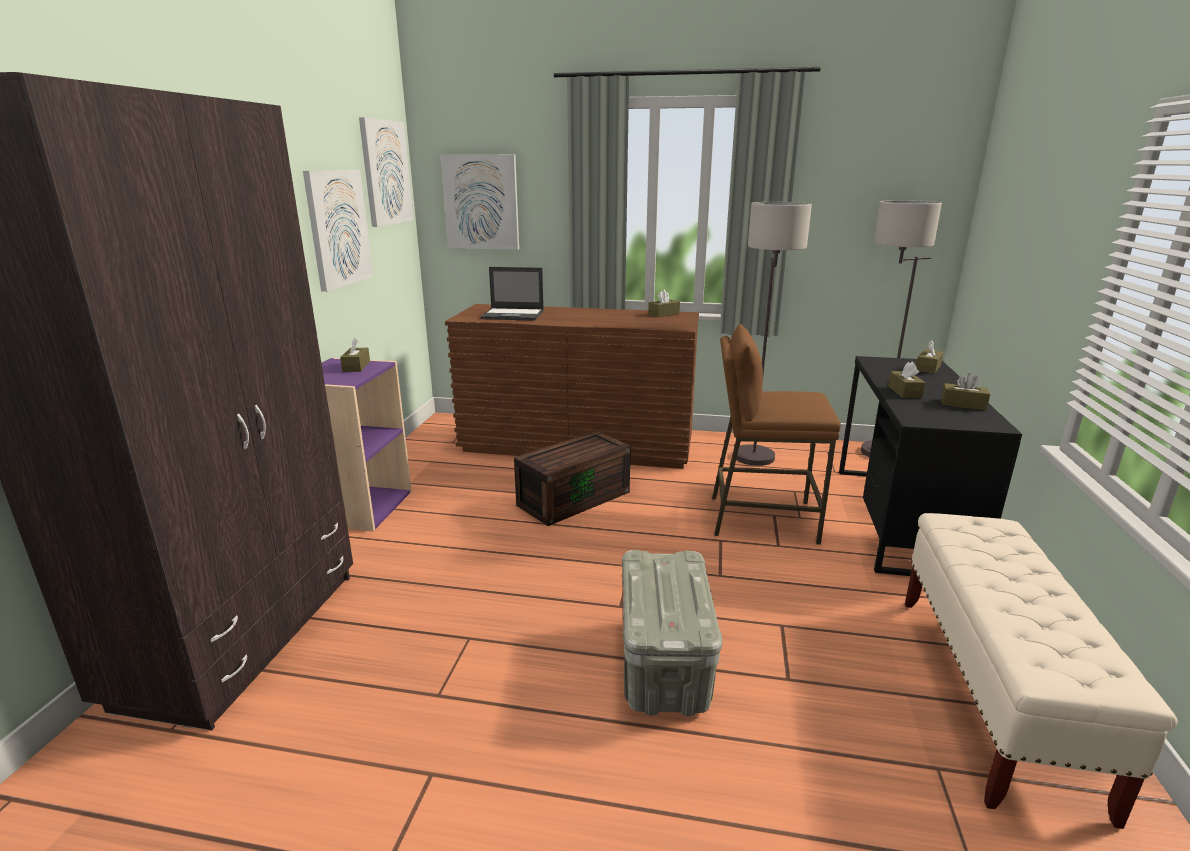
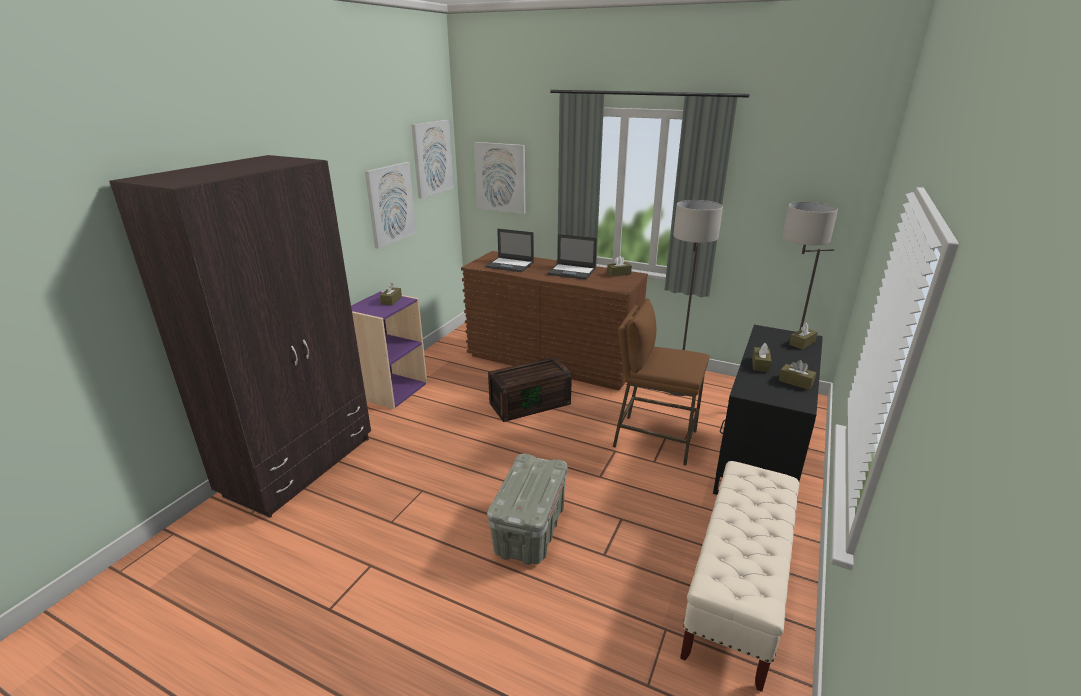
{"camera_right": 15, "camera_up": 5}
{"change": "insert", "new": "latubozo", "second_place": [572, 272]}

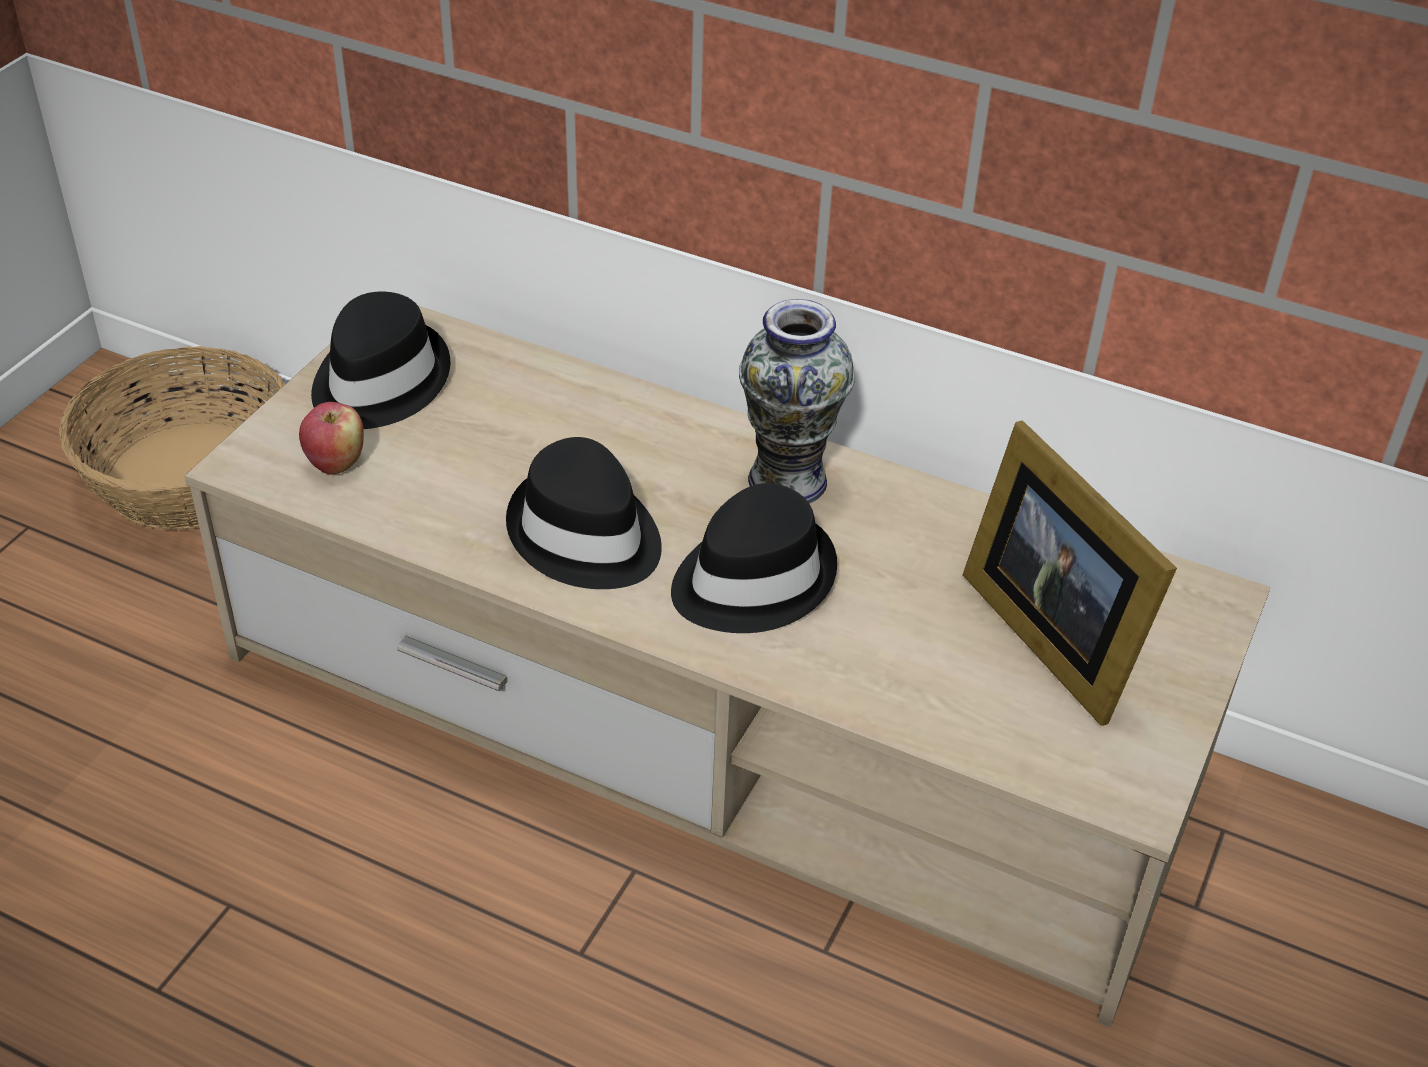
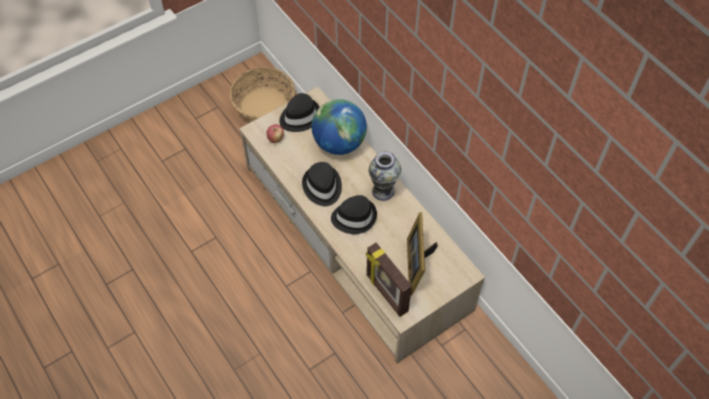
{"camera_right": 30, "camera_up": 15}
{"change": "insert", "new": "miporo", "second_place": [339, 143]}
{"change": "insert", "new": "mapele", "second_place": [386, 293]}

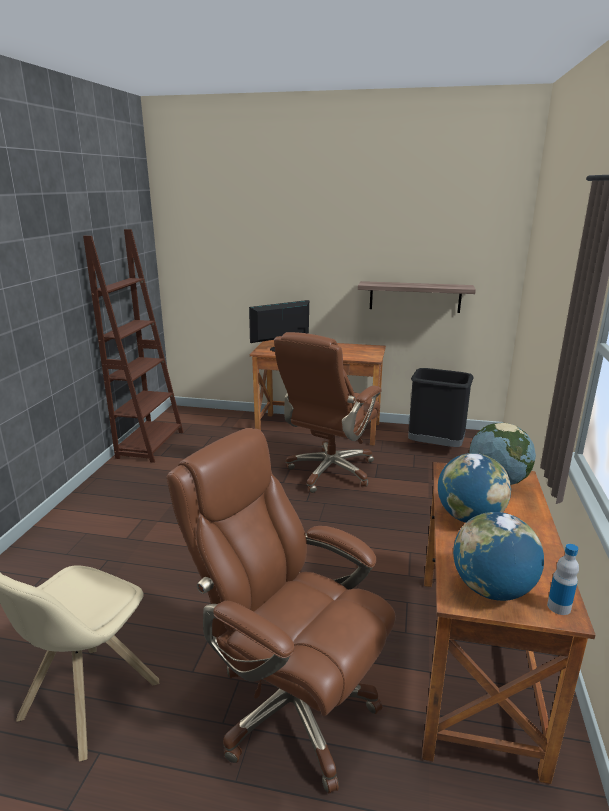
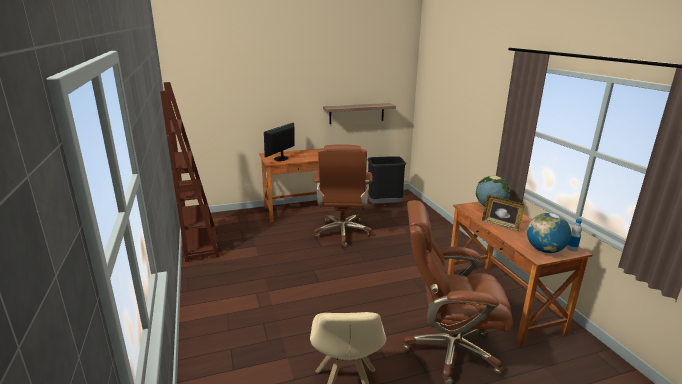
{"camera_right": -30, "camera_up": 0}
{"change": "replace", "old": "miporo", "new": "mapele", "first_place": [469, 518], "second_place": [501, 225]}

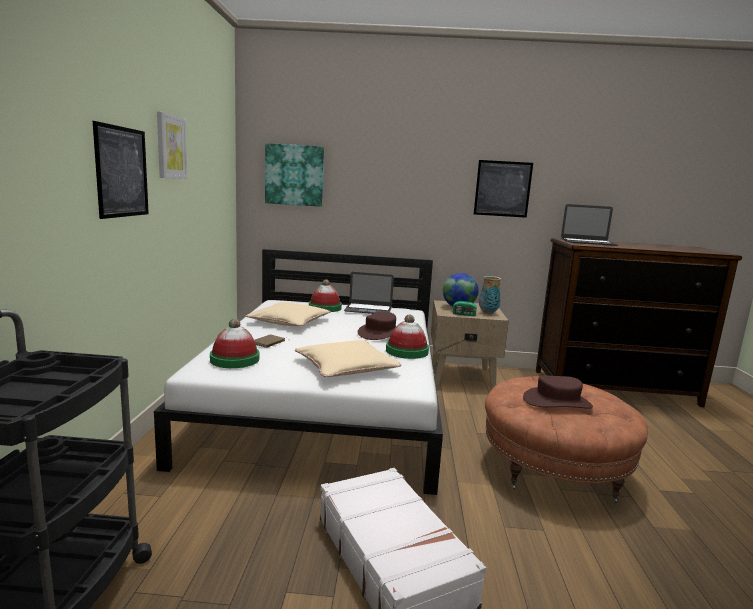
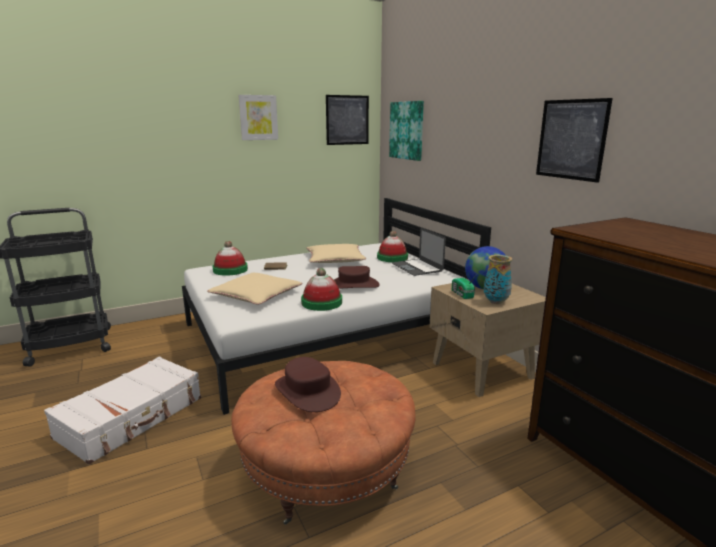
{"camera_right": 60, "camera_up": 5}
{"change": "move", "old": "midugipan", "first_place": [122, 172], "second_place": [347, 120]}
{"change": "delete", "old": "latubozo", "first_place": [588, 242]}

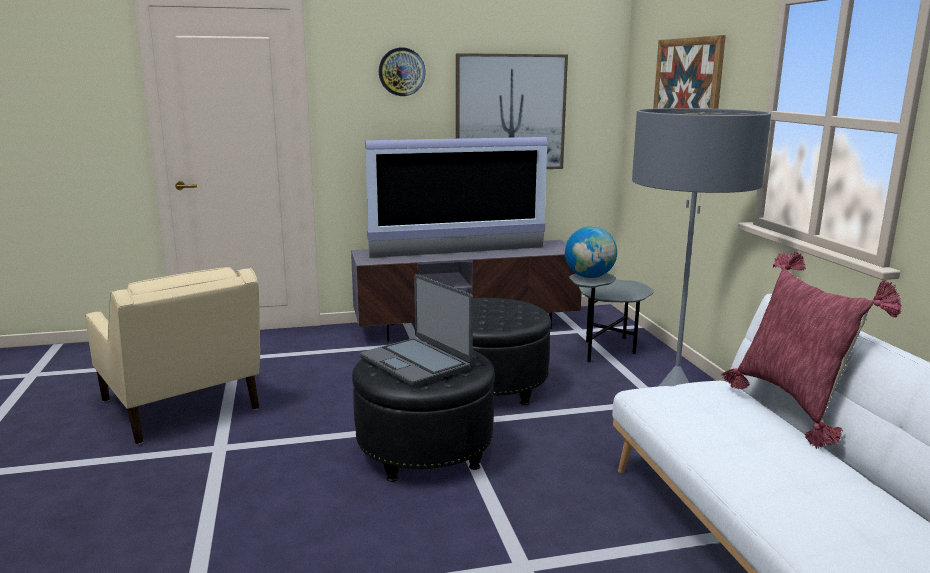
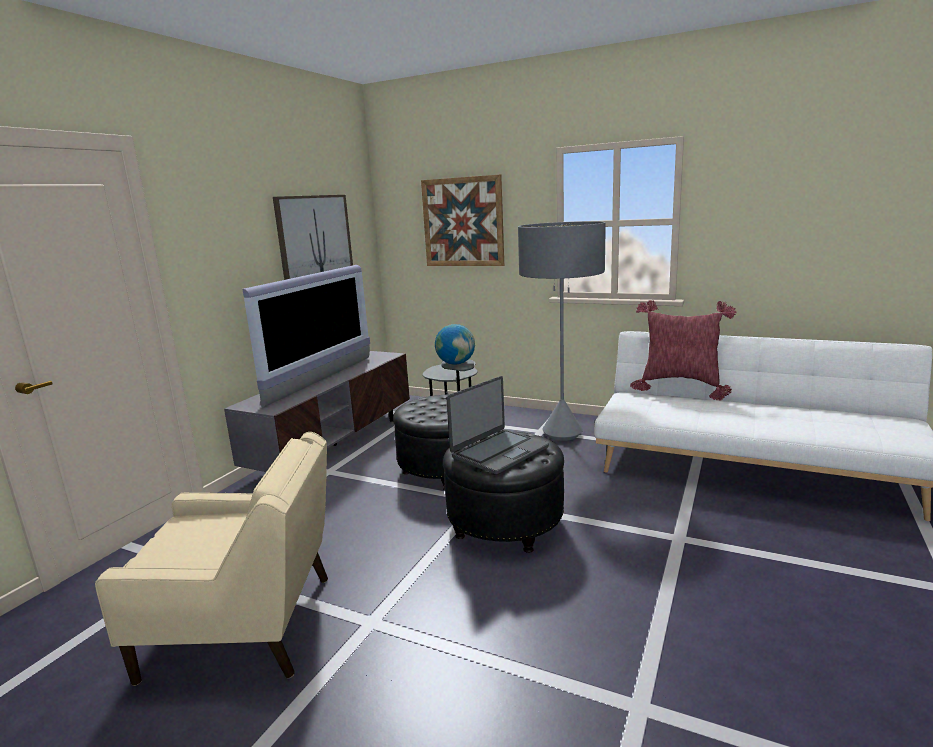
{"camera_right": -50, "camera_up": 0}
{"change": "delete", "old": "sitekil", "first_place": [401, 72]}
{"change": "rotate", "old": "latubozo", "first_place": [416, 362], "second_place": [499, 452], "degrees": -45}

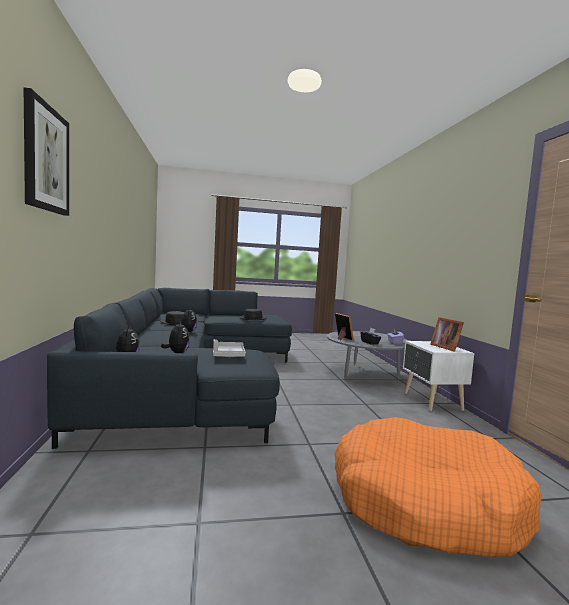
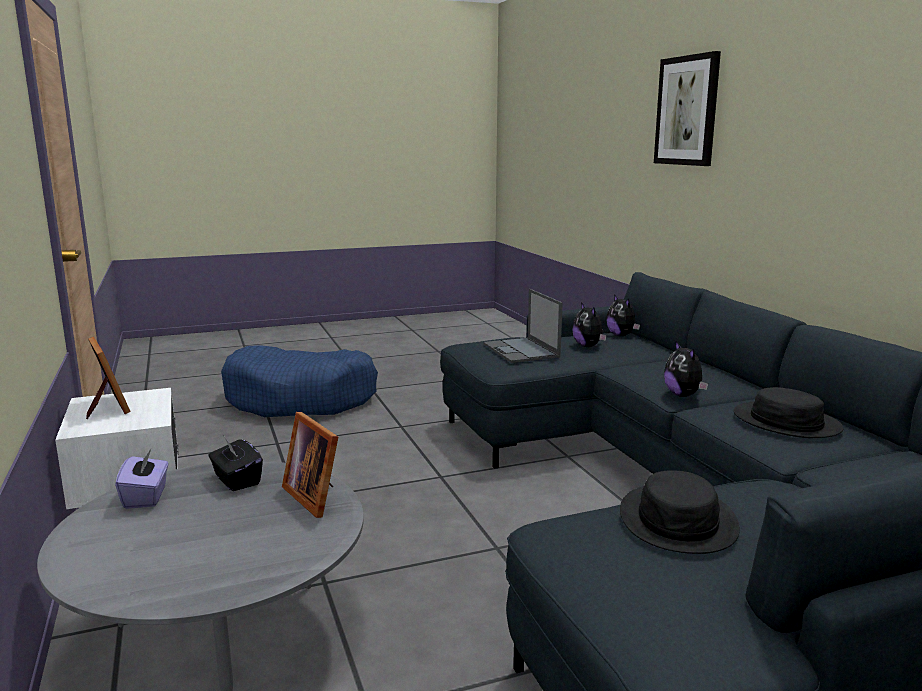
{"camera_right": 170, "camera_up": 10}
{"change": "replace", "old": "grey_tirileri", "new": "latubozo", "first_place": [228, 355], "second_place": [521, 351]}
{"change": "recolor", "old": "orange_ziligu", "new": "blue_ziligu", "first_place": [425, 502], "second_place": [301, 399]}

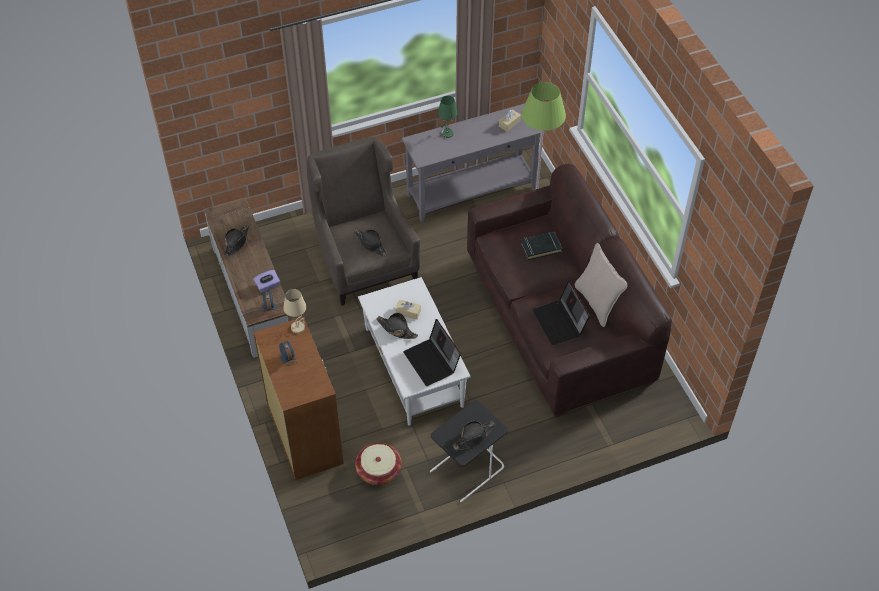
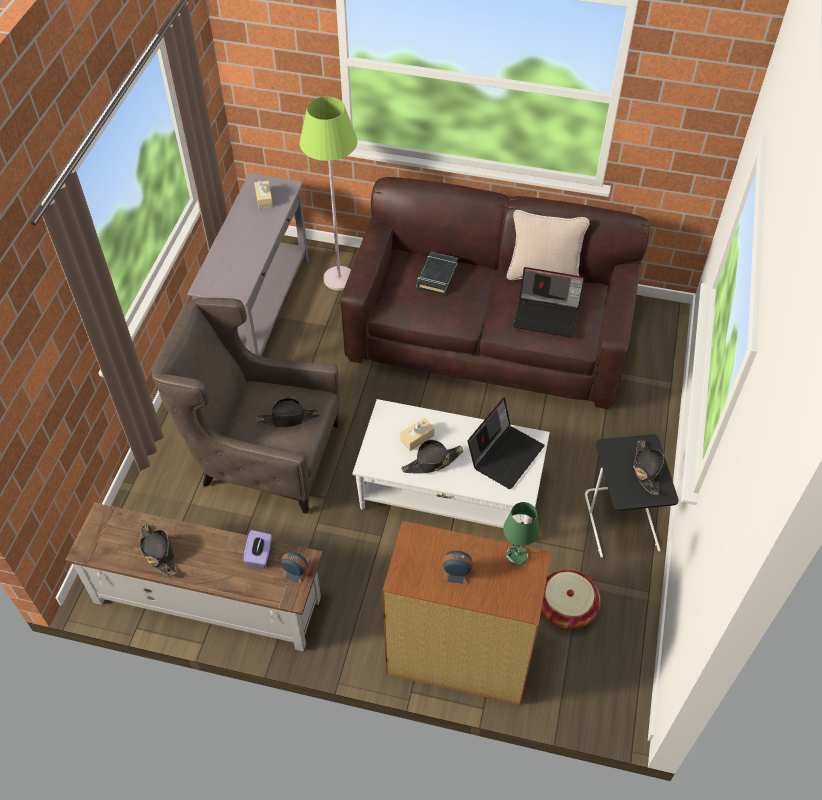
{"camera_right": -55, "camera_up": 0}
{"change": "move", "old": "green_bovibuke", "first_place": [447, 133], "second_place": [516, 556]}
{"change": "delete", "old": "beige_bovibuke", "first_place": [298, 327]}
{"change": "rotate", "old": "latubozo", "first_place": [432, 362], "second_place": [505, 454], "degrees": -60}

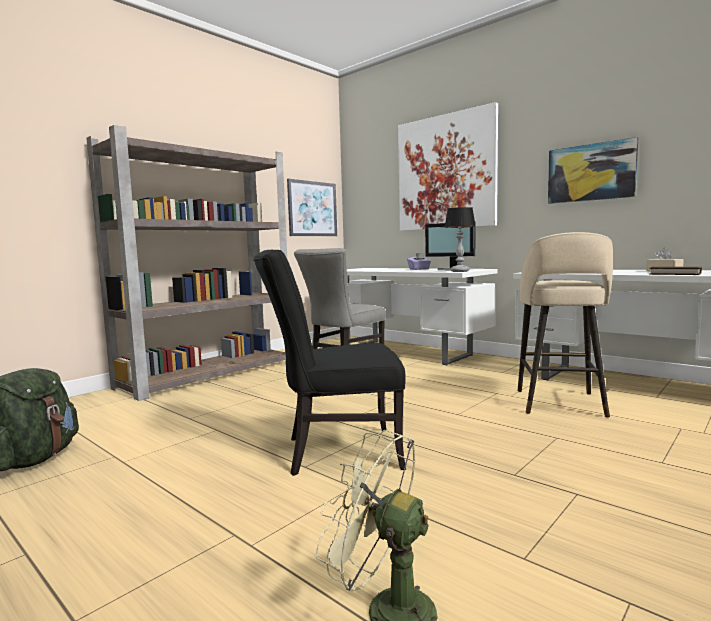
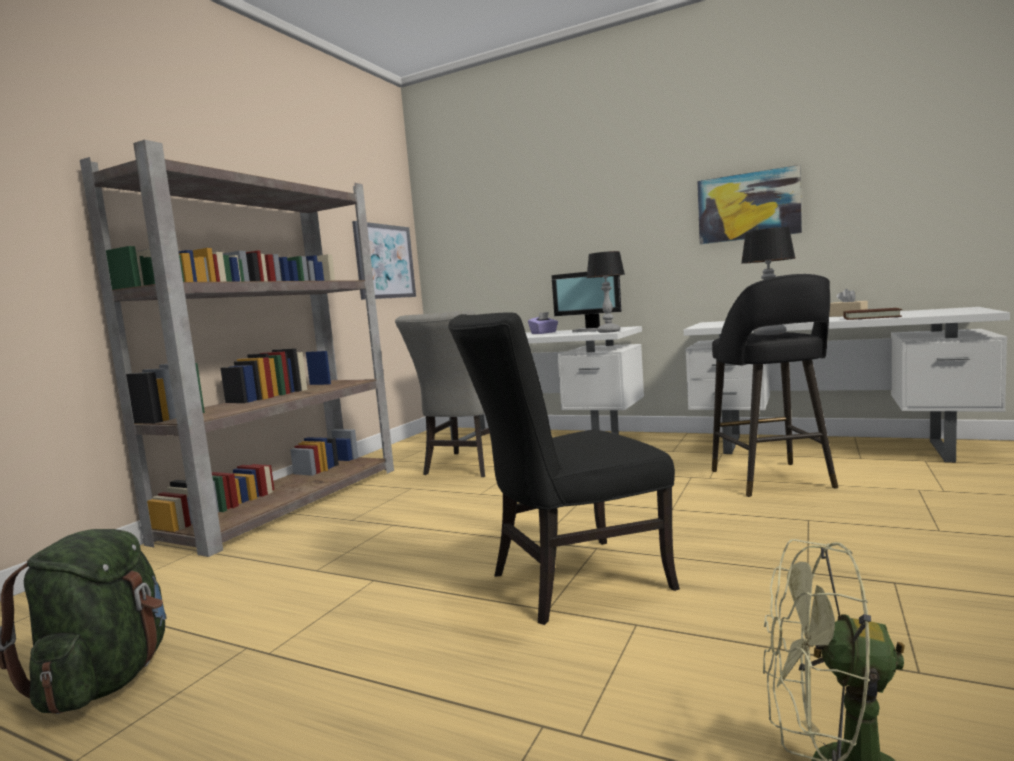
{"camera_right": -15, "camera_up": 0}
{"change": "delete", "old": "midugipan", "first_place": [446, 172]}
{"change": "recolor", "old": "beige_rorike", "new": "black_rorike", "first_place": [560, 404], "second_place": [772, 480]}
{"change": "insert", "new": "bovibuke", "second_place": [770, 334]}

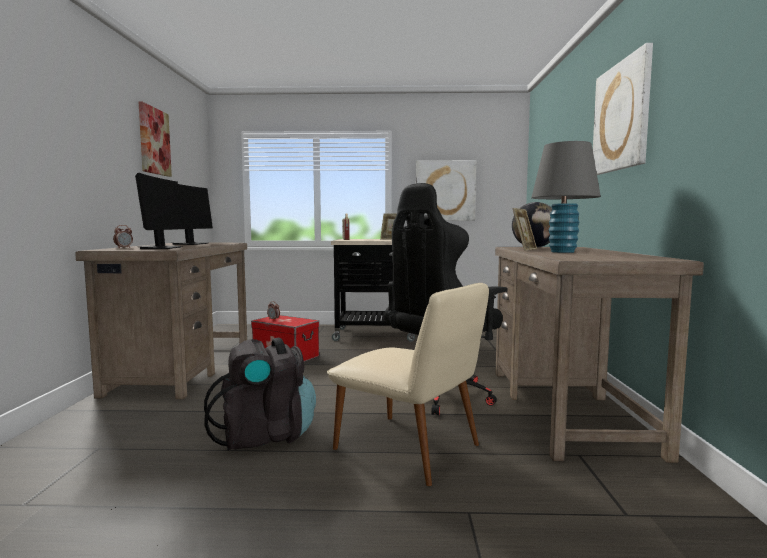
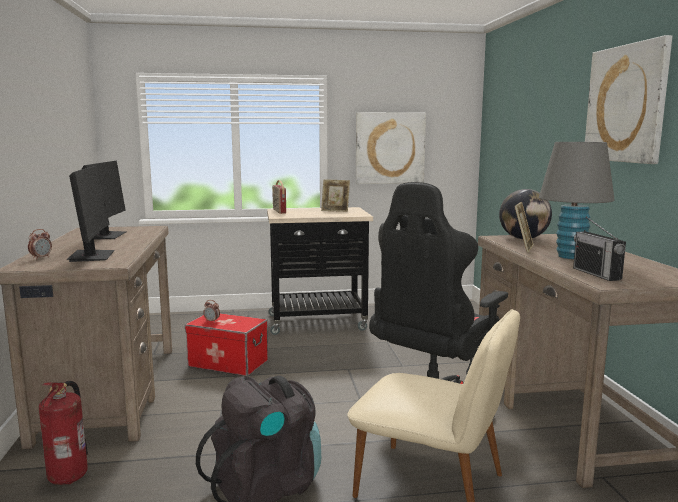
{"camera_right": -10, "camera_up": 5}
{"change": "delete", "old": "midugipan", "first_place": [154, 141]}
{"change": "insert", "new": "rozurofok", "second_place": [596, 274]}
{"change": "insert", "new": "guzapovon", "second_place": [70, 475]}

